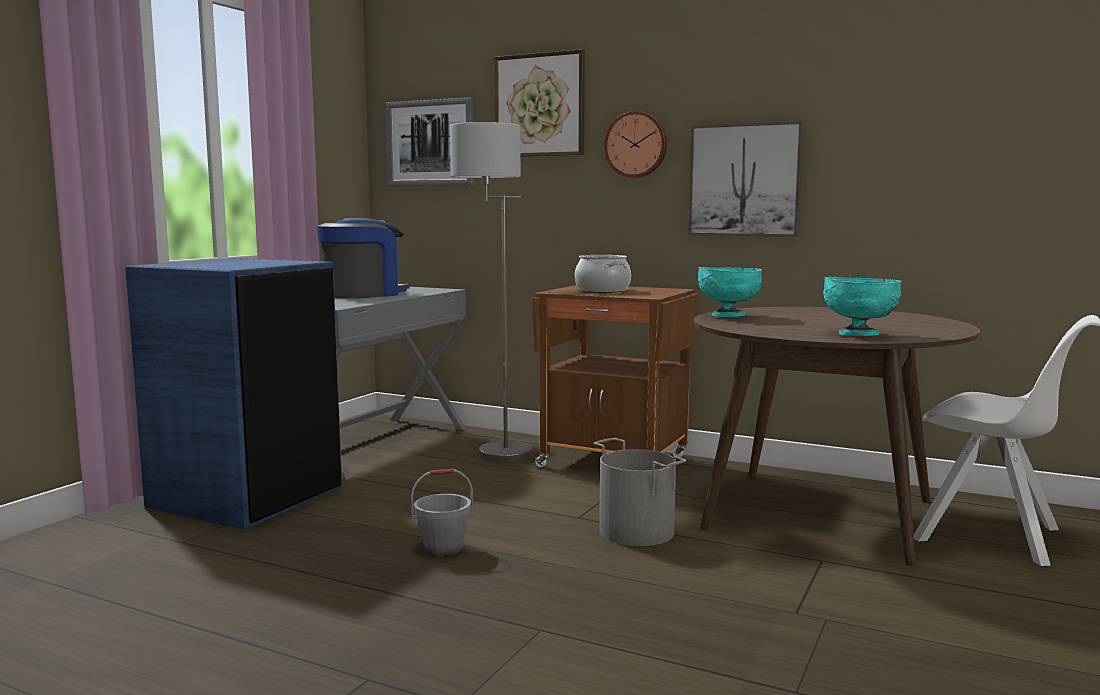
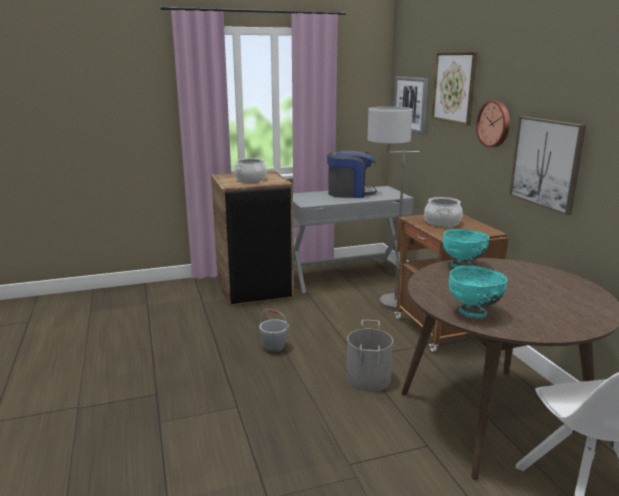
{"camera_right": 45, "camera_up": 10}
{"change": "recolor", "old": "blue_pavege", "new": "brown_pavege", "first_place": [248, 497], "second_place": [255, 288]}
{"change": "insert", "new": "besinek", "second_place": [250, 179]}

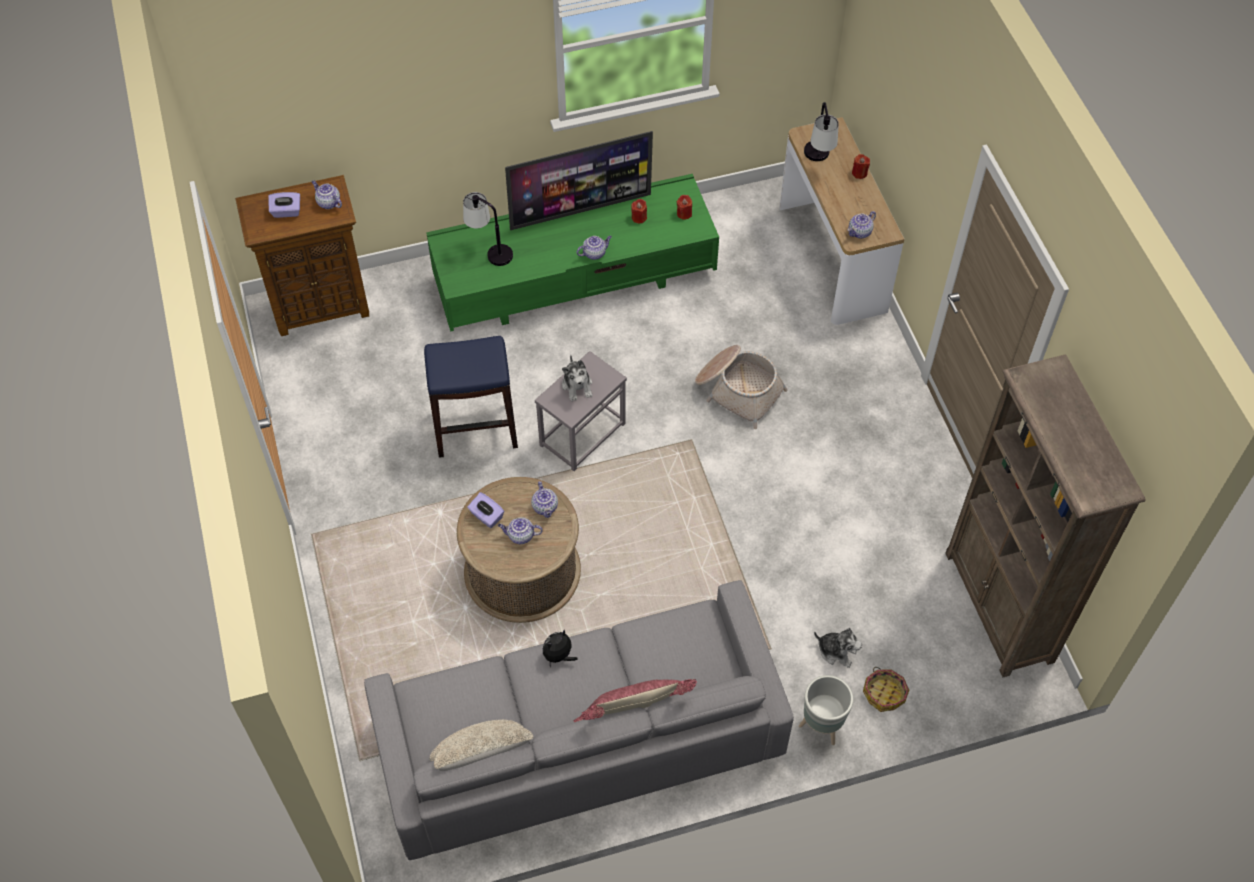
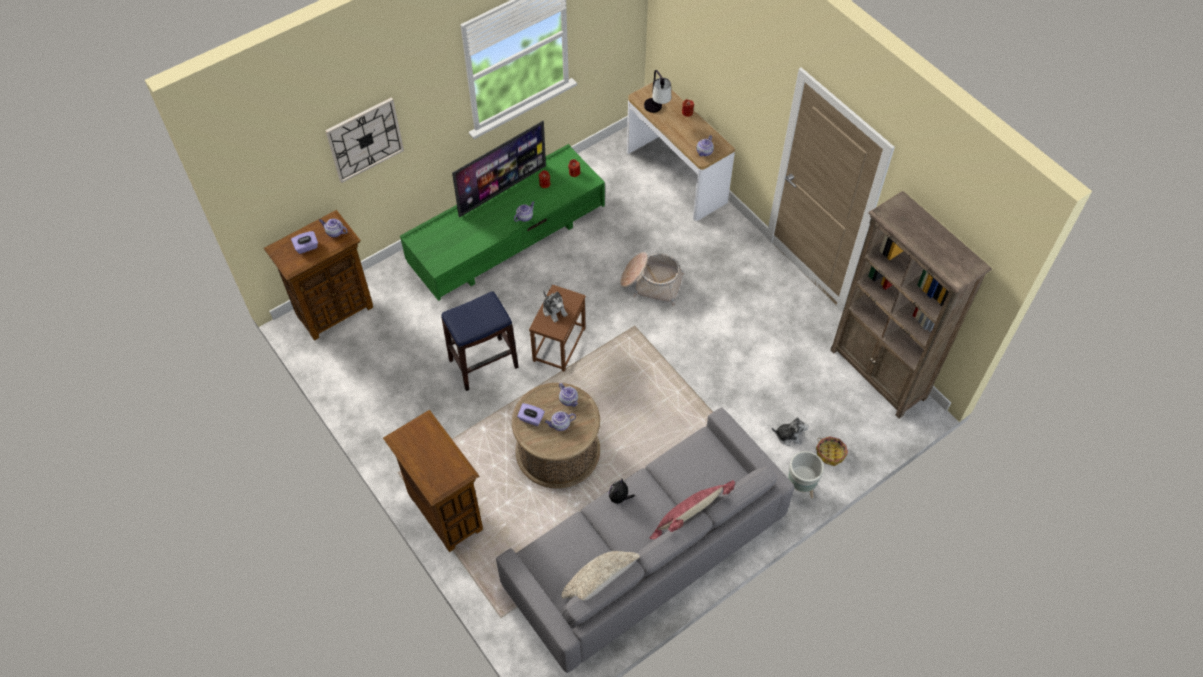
{"camera_right": -20, "camera_up": 0}
{"change": "delete", "old": "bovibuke", "first_place": [489, 251]}
{"change": "recolor", "old": "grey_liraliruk", "new": "brown_liraliruk", "first_place": [582, 434], "second_place": [558, 344]}
{"change": "insert", "new": "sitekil", "second_place": [365, 139]}
{"change": "insert", "new": "brown_pavege", "second_place": [444, 513]}

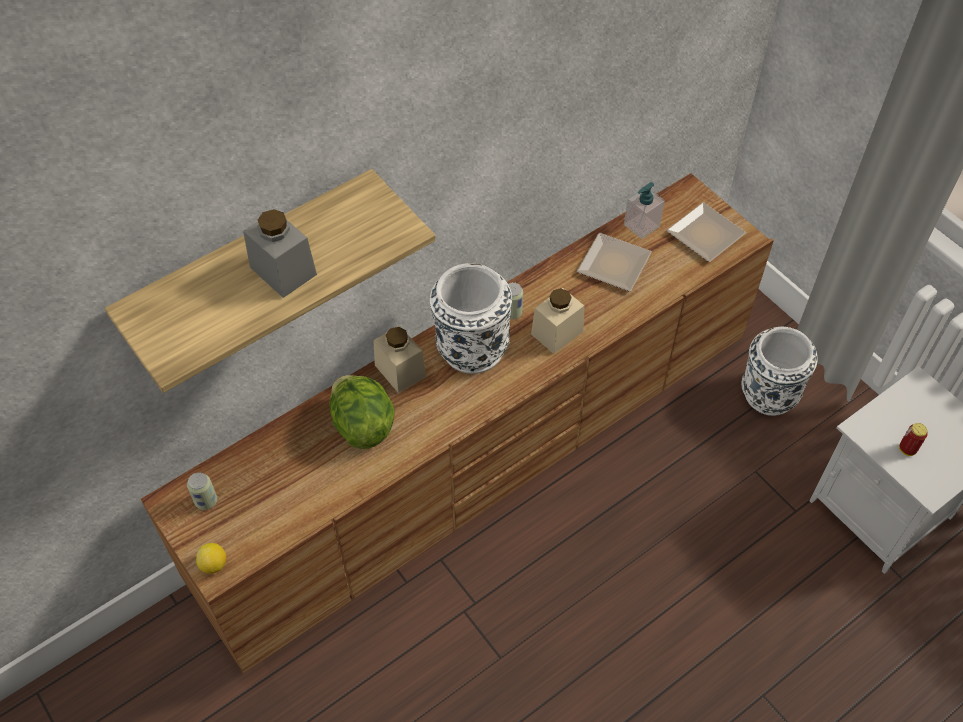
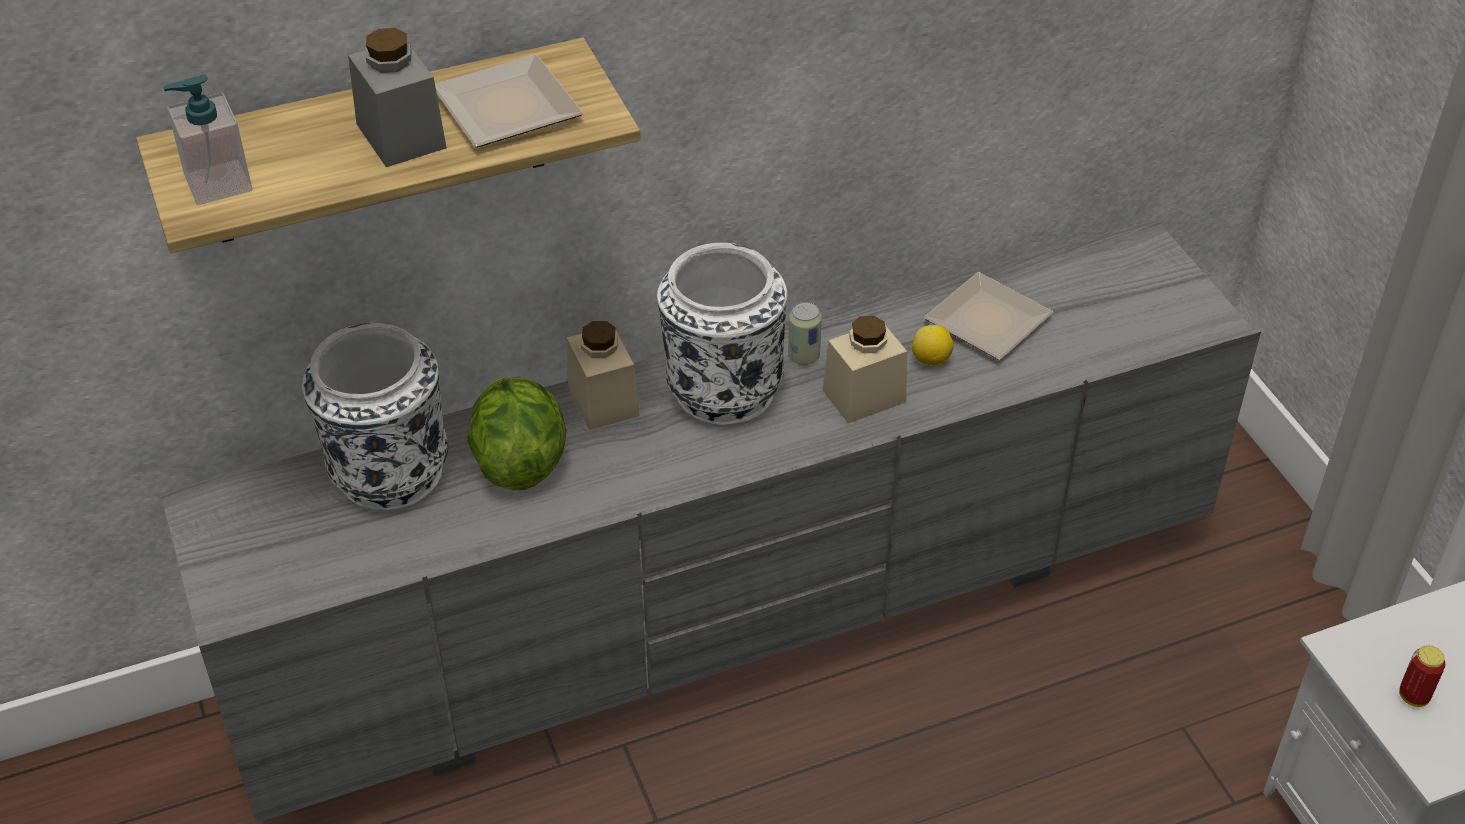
{"camera_right": 15, "camera_up": -10}
{"change": "recolor", "old": "brown_pavege", "new": "grey_pavege", "first_place": [480, 467], "second_place": [731, 626]}
{"change": "move", "old": "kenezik", "first_place": [641, 226], "second_place": [217, 183]}
{"change": "move", "old": "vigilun", "first_place": [702, 235], "second_place": [502, 107]}
{"change": "move", "old": "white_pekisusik", "first_place": [768, 395], "second_place": [388, 476]}
{"change": "delete", "old": "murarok", "first_place": [206, 501]}
{"change": "move", "old": "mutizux", "first_place": [214, 564], "second_place": [931, 360]}

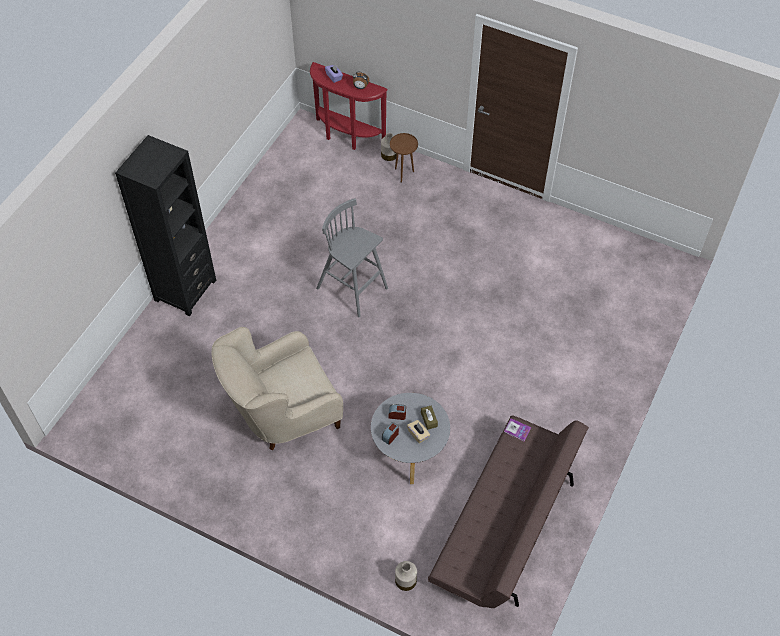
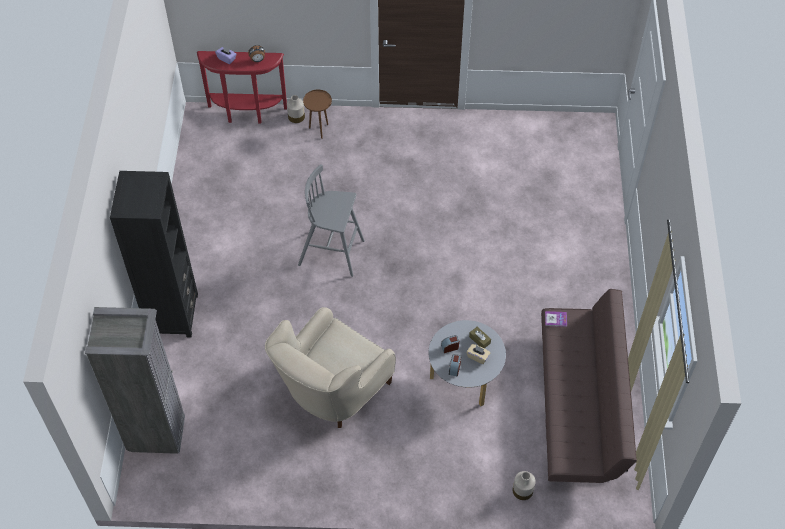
{"camera_right": -25, "camera_up": 0}
{"change": "insert", "new": "grey_pavege", "second_place": [157, 433]}

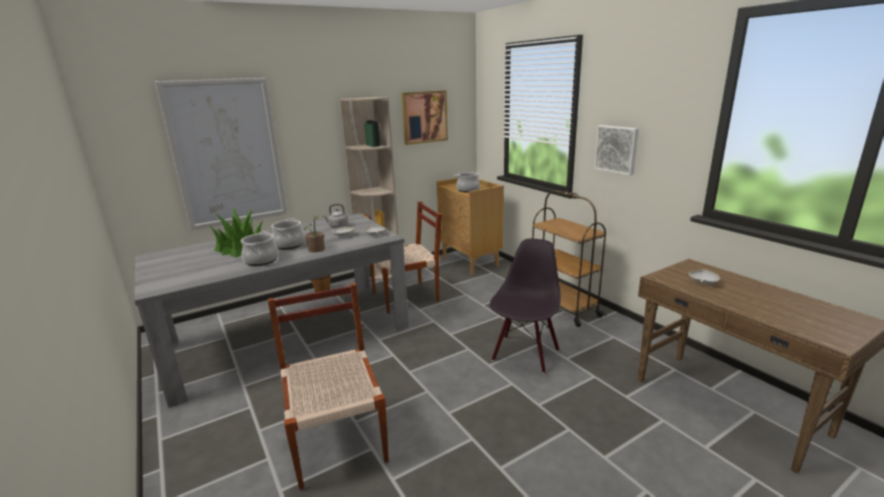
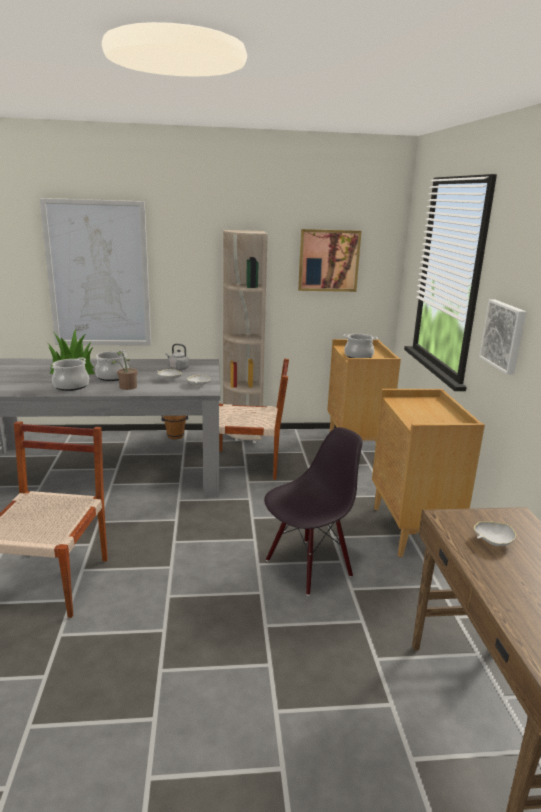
{"camera_right": 25, "camera_up": 0}
{"change": "replace", "old": "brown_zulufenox", "new": "brown_pavege", "first_place": [563, 308], "second_place": [412, 530]}

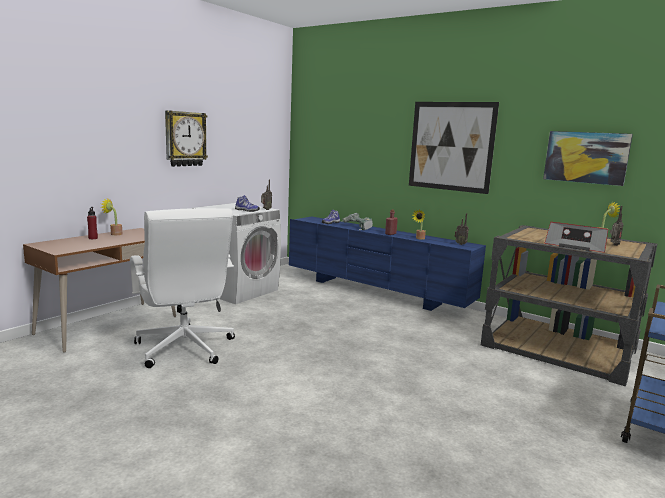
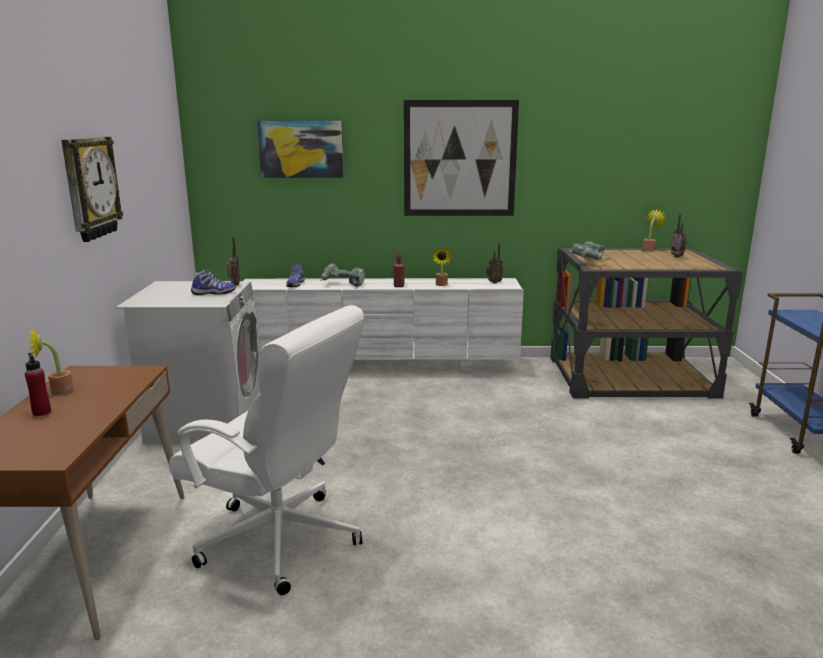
{"camera_right": -35, "camera_up": 5}
{"change": "move", "old": "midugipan", "first_place": [586, 157], "second_place": [301, 149]}
{"change": "recolor", "old": "blue_pavege", "new": "white_pavege", "first_place": [375, 292], "second_place": [380, 366]}
{"change": "delete", "old": "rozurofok", "first_place": [575, 246]}
{"change": "insert", "new": "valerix", "second_place": [592, 262]}

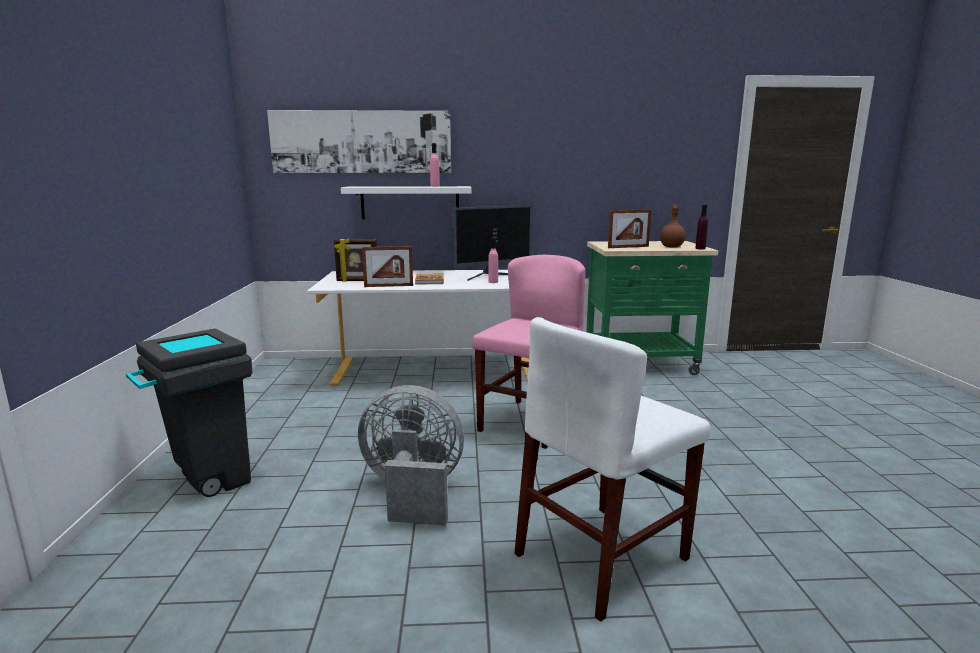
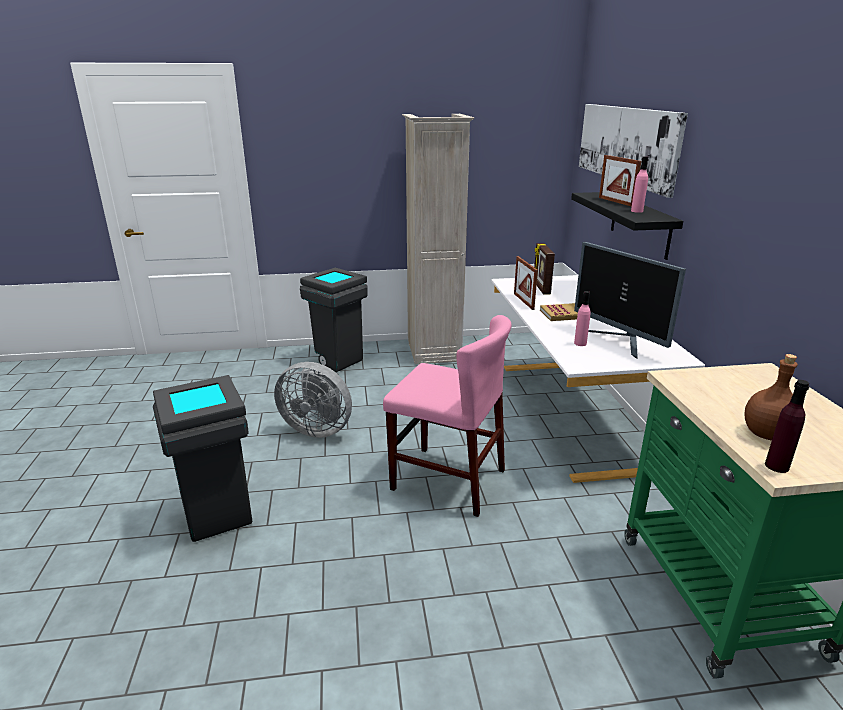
{"camera_right": 85, "camera_up": 10}
{"change": "recolor", "old": "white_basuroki", "new": "black_basuroki", "first_place": [410, 202], "second_place": [640, 224]}
{"change": "move", "old": "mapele", "first_place": [628, 247], "second_place": [616, 202]}
{"change": "replace", "old": "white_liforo", "new": "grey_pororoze", "first_place": [602, 556], "second_place": [217, 515]}
{"change": "rotate", "old": "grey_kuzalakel", "first_place": [413, 492], "second_place": [318, 428], "degrees": 105}
{"change": "insert", "new": "beige_pavege", "second_place": [434, 351]}

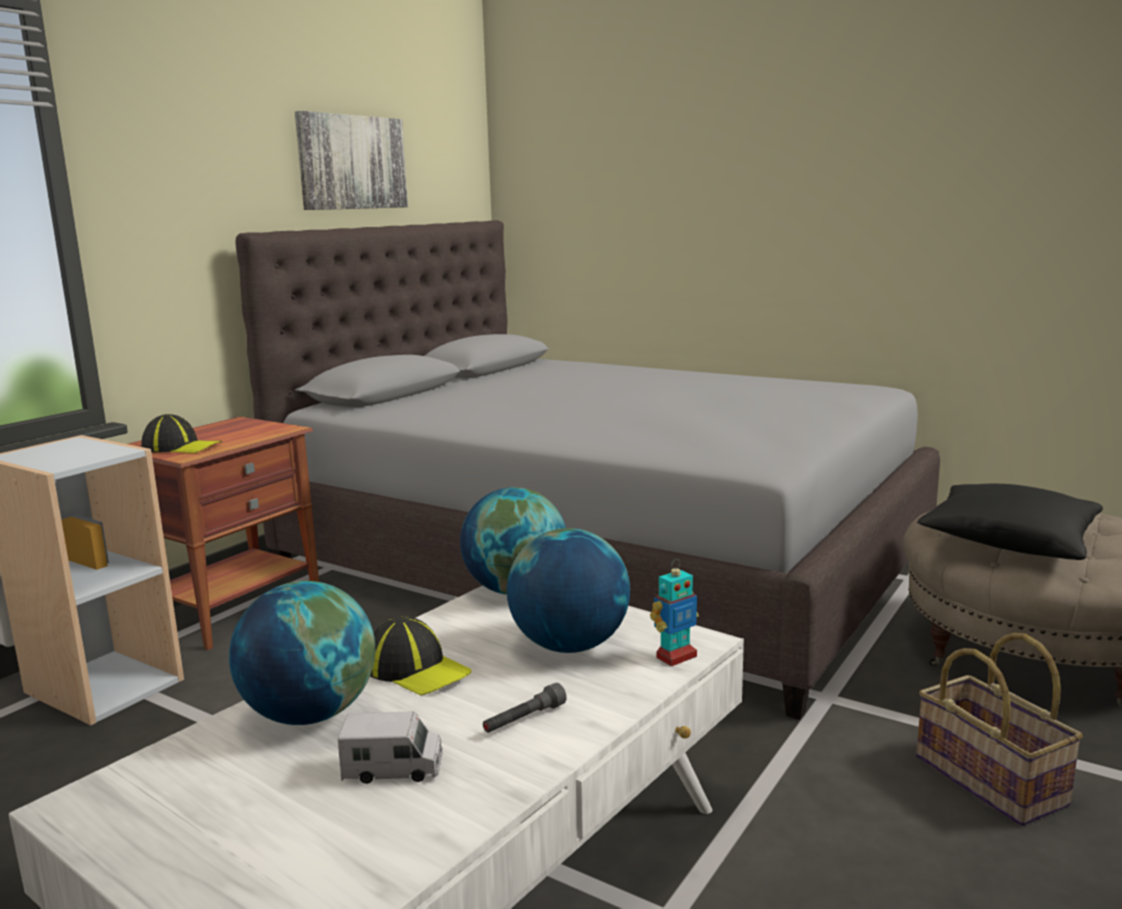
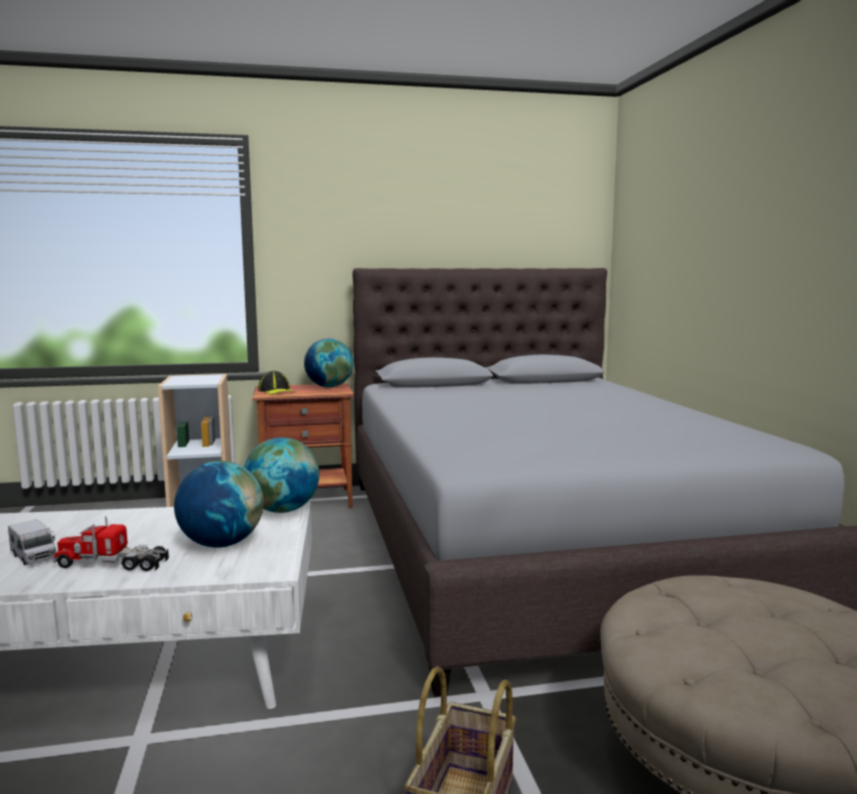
{"camera_right": 45, "camera_up": -5}
{"change": "delete", "old": "midugipan", "first_place": [352, 162]}
{"change": "delete", "old": "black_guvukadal", "first_place": [1008, 542]}
{"change": "delete", "old": "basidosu", "first_place": [675, 657]}
{"change": "move", "old": "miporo", "first_place": [310, 714], "second_place": [329, 387]}
{"change": "delete", "old": "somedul", "first_place": [417, 669]}
{"change": "replace", "old": "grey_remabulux", "new": "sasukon", "first_place": [524, 720], "second_place": [113, 563]}

